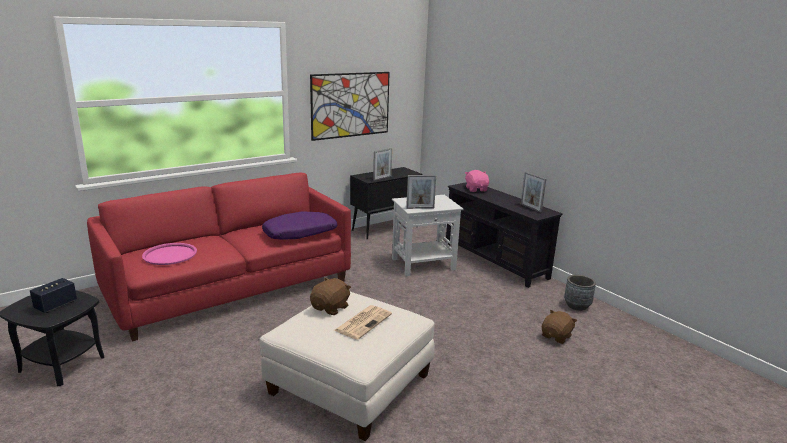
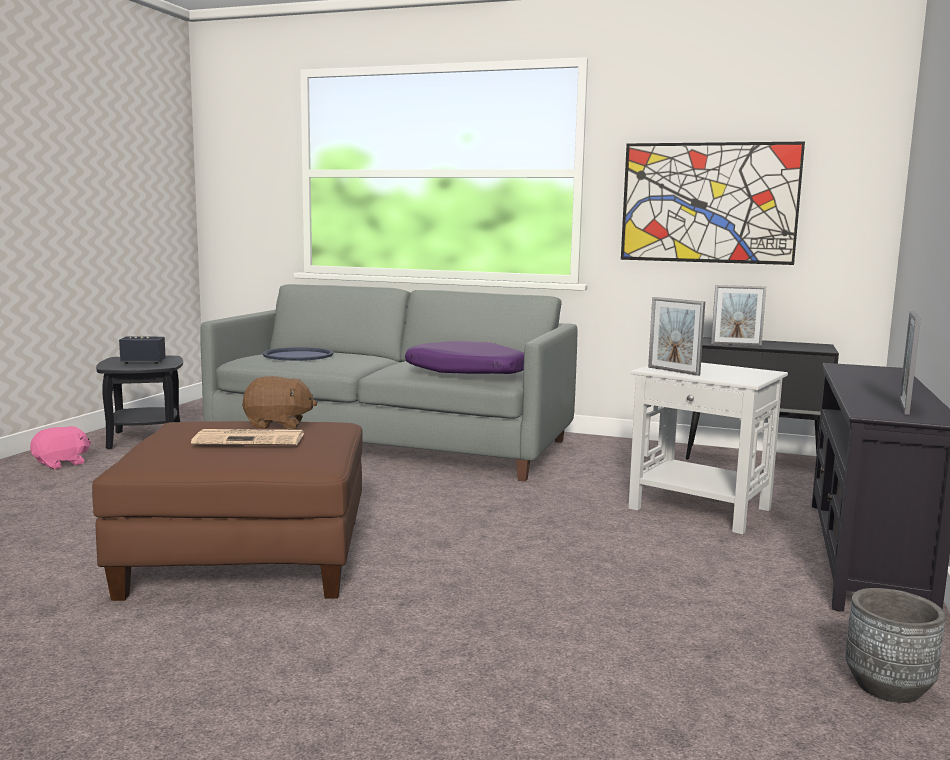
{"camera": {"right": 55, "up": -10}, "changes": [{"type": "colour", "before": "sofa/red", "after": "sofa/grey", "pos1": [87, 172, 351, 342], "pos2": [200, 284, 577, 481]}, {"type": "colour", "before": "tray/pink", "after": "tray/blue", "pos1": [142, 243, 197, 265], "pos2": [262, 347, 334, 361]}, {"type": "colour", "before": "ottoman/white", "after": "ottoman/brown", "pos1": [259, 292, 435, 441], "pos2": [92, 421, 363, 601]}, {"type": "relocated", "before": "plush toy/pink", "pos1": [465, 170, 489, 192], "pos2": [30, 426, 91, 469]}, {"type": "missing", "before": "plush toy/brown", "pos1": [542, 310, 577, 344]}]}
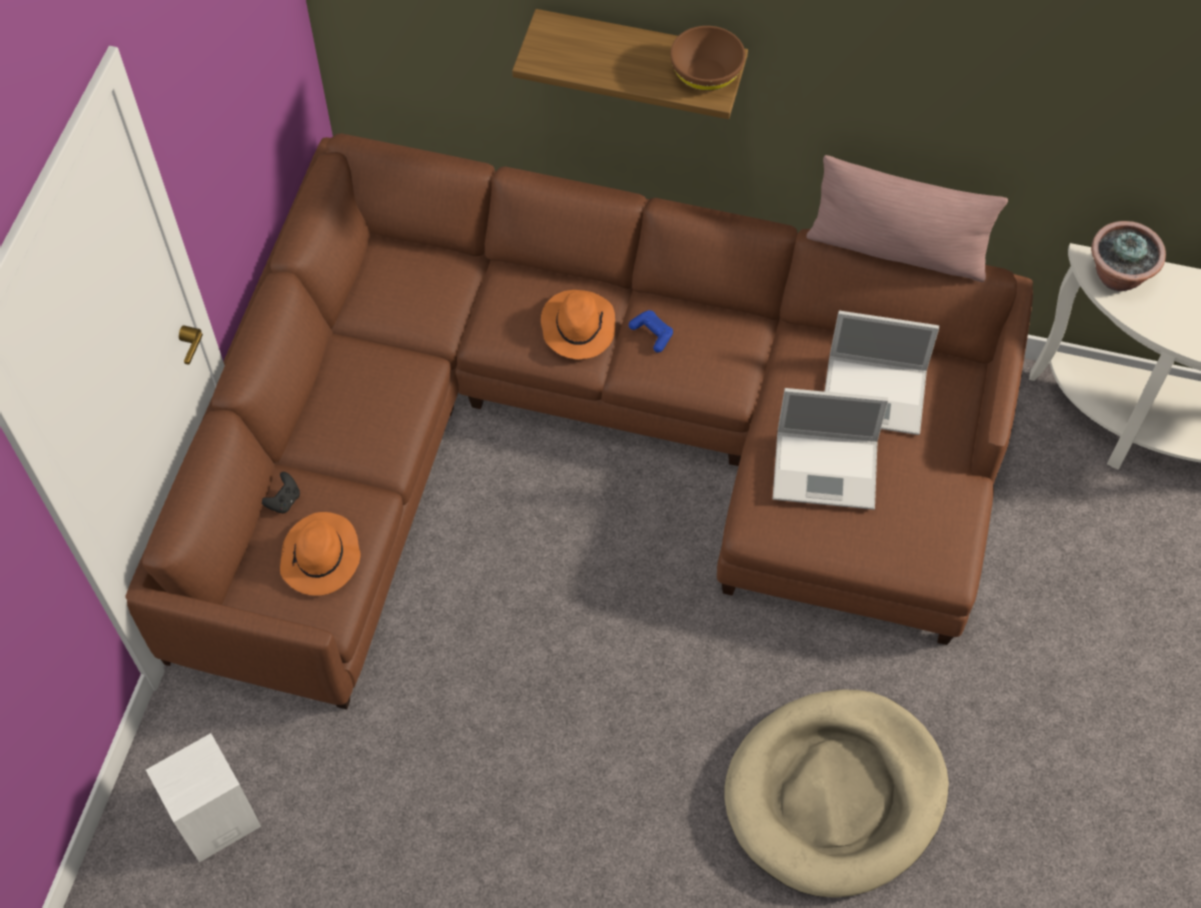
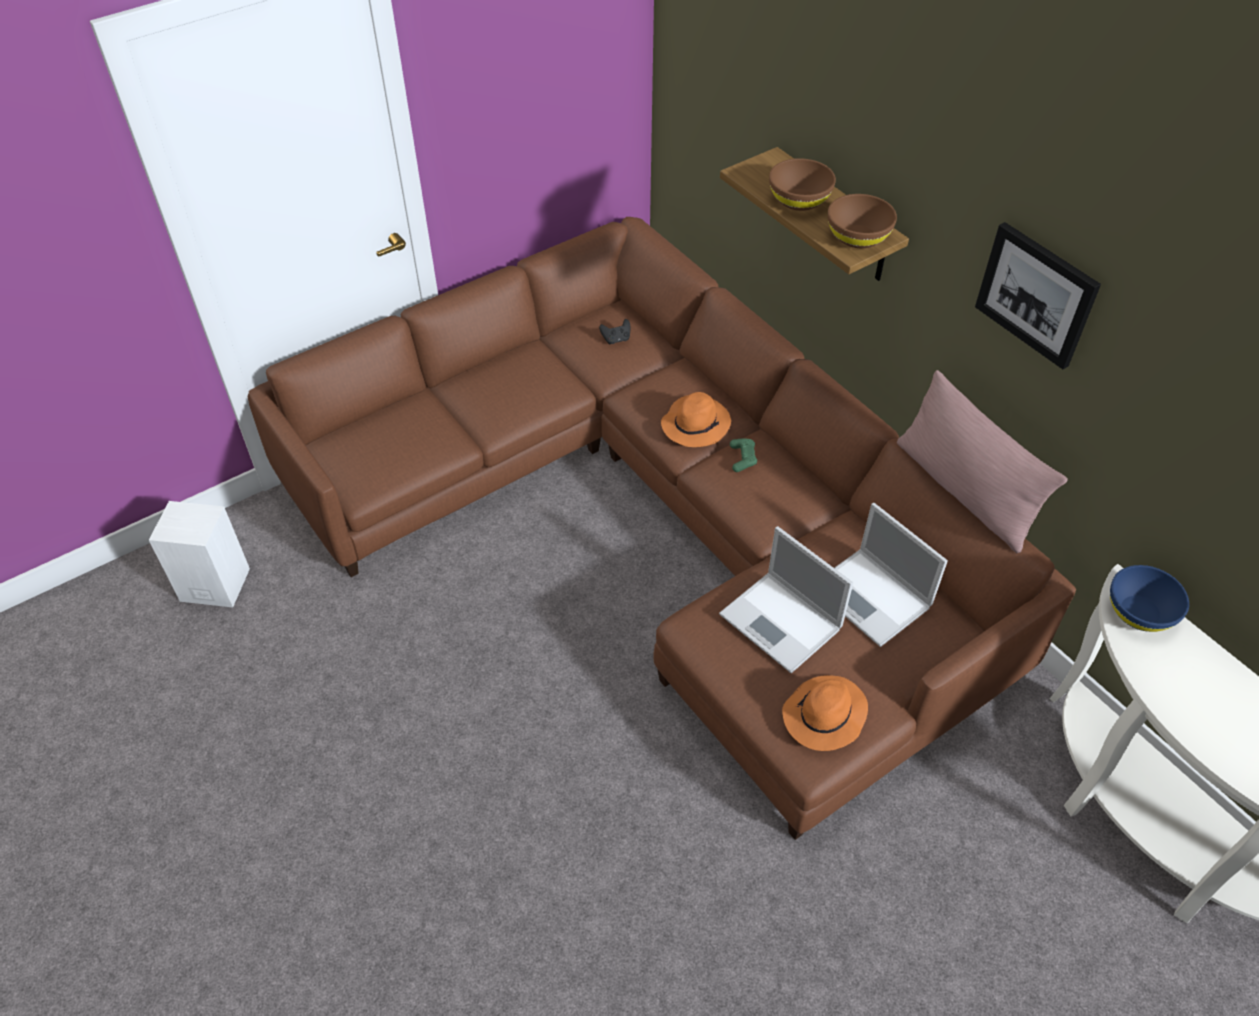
{"camera": {"right": 40, "up": -10}, "changes": [{"type": "relocated", "before": "game controller/black", "pos1": [262, 472, 300, 513], "pos2": [599, 319, 630, 344]}, {"type": "relocated", "before": "hat/orange", "pos1": [280, 512, 360, 596], "pos2": [782, 675, 868, 751]}, {"type": "colour", "before": "game controller/blue", "after": "game controller/green", "pos1": [629, 310, 673, 353], "pos2": [730, 438, 757, 472]}, {"type": "missing", "before": "dog bed/beige", "pos1": [724, 690, 949, 898]}, {"type": "exchanged", "before": "potted plant", "after": "bowl/blue", "pos1": [1091, 221, 1166, 291], "pos2": [1110, 565, 1189, 632]}, {"type": "appeared", "after": "bowl/brown", "pos2": [769, 158, 836, 211]}, {"type": "appeared", "after": "picture", "pos2": [975, 222, 1101, 369]}]}
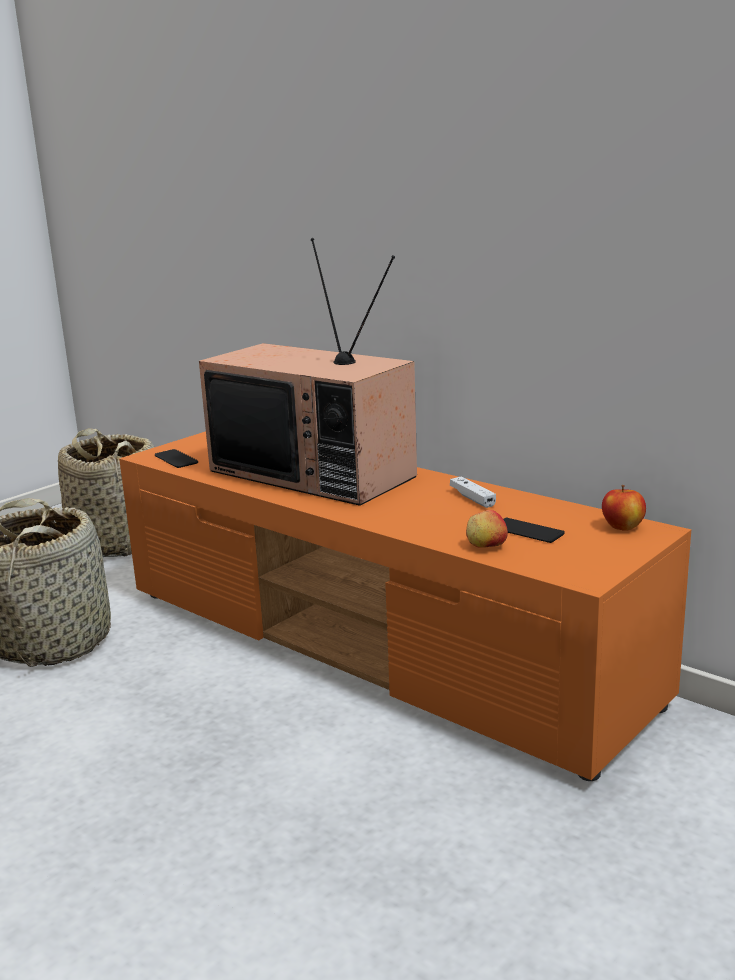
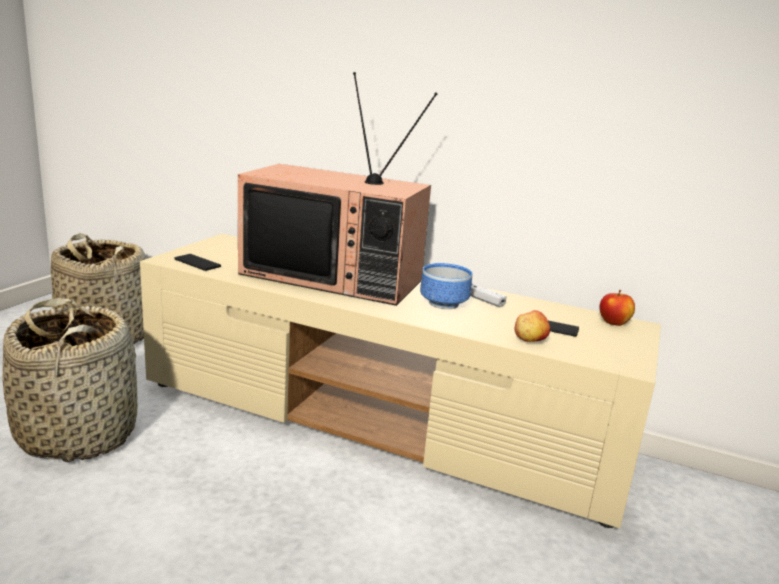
{"camera": {"right": -20, "up": 0}, "changes": [{"type": "colour", "before": "tv stand/orange", "after": "tv stand/beige", "pos1": [119, 431, 691, 781], "pos2": [140, 234, 661, 528]}, {"type": "appeared", "after": "bowl", "pos2": [420, 263, 472, 309]}]}
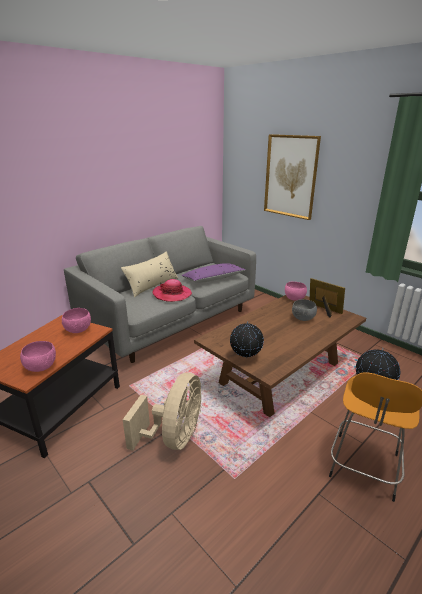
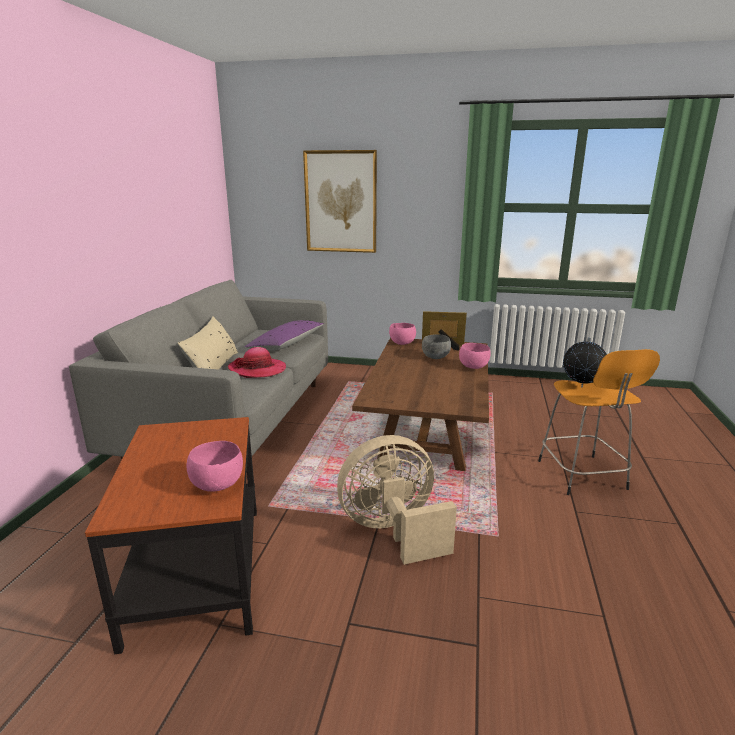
{"camera": {"right": -35, "up": -5}, "changes": [{"type": "relocated", "before": "bowl/pink", "pos1": [62, 308, 91, 333], "pos2": [459, 343, 491, 369]}, {"type": "spun", "before": "fan/beige", "pos1": [123, 373, 201, 451], "pos2": [337, 435, 457, 565], "turn": -90}, {"type": "missing", "before": "globe", "pos1": [230, 321, 264, 358]}]}
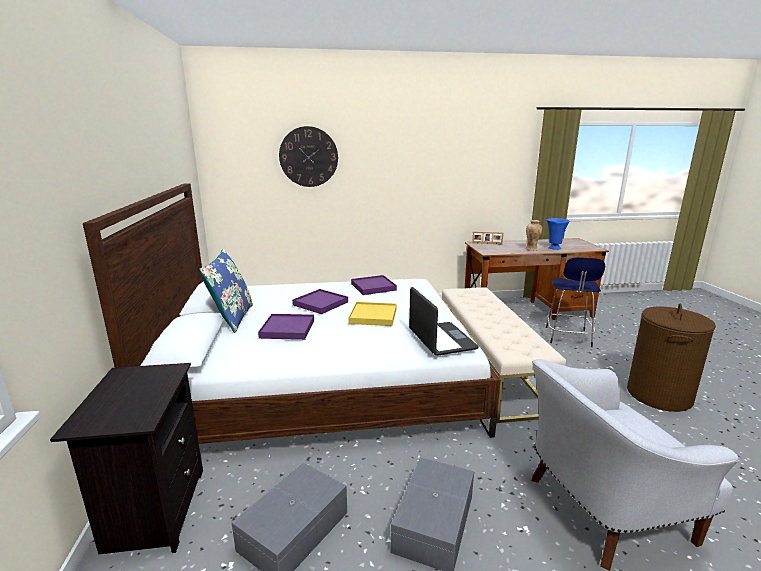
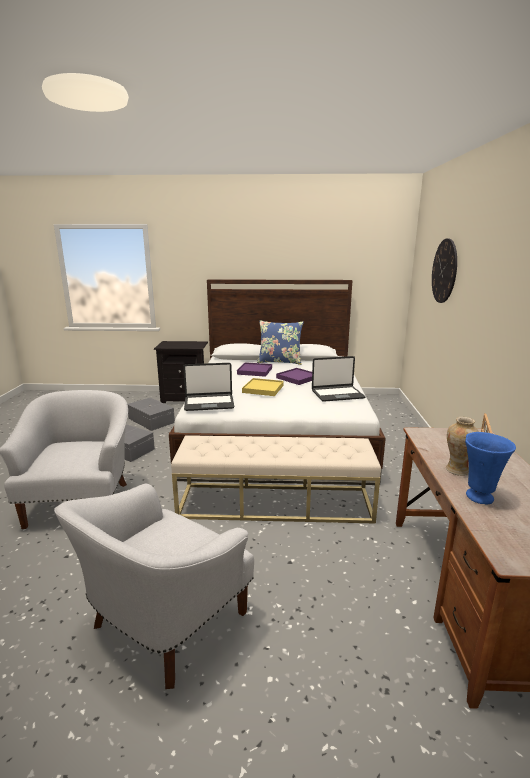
{"camera": {"right": 100, "up": 0}, "changes": [{"type": "exchanged", "before": "tray/purple", "after": "laptop", "pos1": [351, 275, 397, 295], "pos2": [312, 356, 365, 402]}, {"type": "missing", "before": "stool/blue", "pos1": [546, 257, 605, 347]}, {"type": "exchanged", "before": "laundry basket/brown", "after": "armchair/white", "pos1": [627, 304, 716, 412], "pos2": [54, 483, 254, 689]}]}
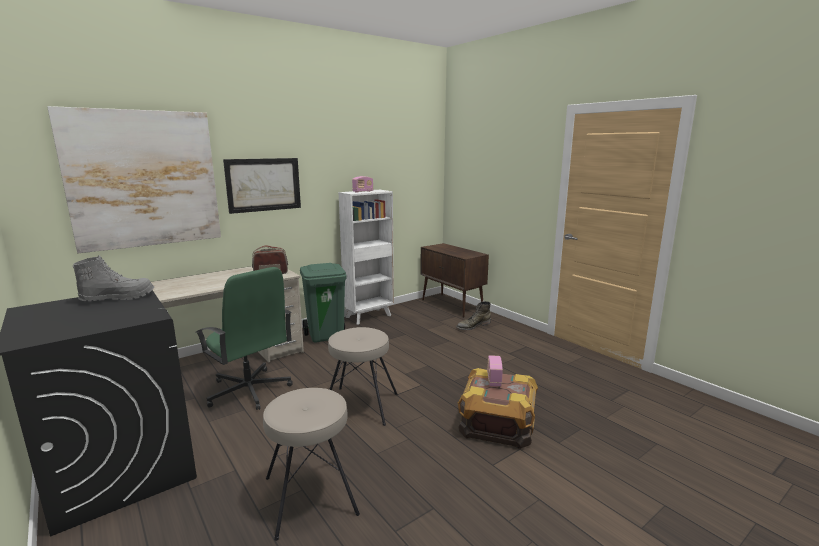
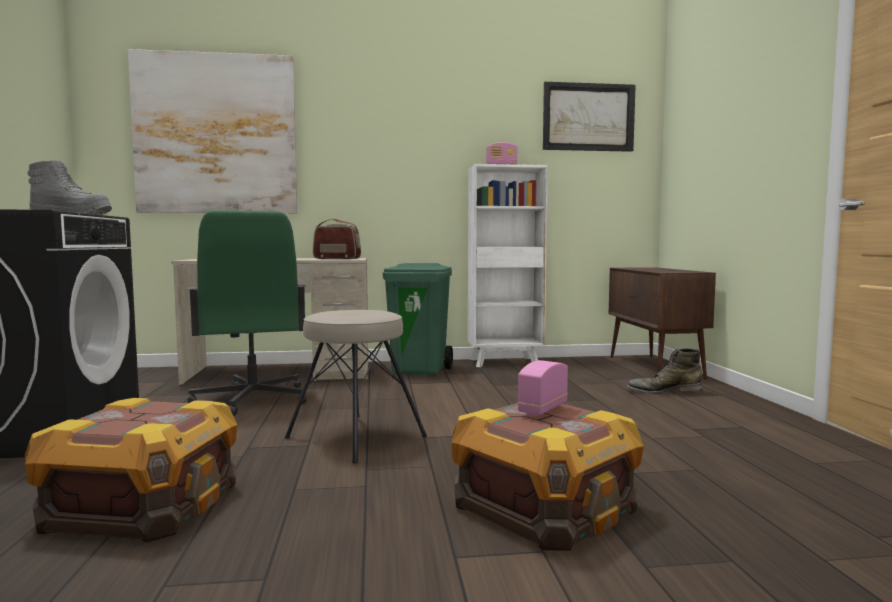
{"camera": {"right": 30, "up": -10}, "changes": [{"type": "relocated", "before": "picture", "pos1": [223, 158, 301, 214], "pos2": [543, 82, 636, 152]}, {"type": "exchanged", "before": "stool/beige", "after": "crate", "pos1": [263, 388, 360, 541], "pos2": [25, 398, 238, 543]}]}
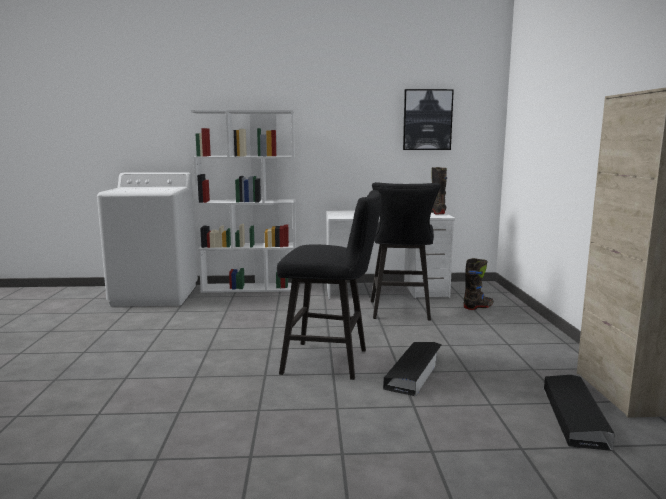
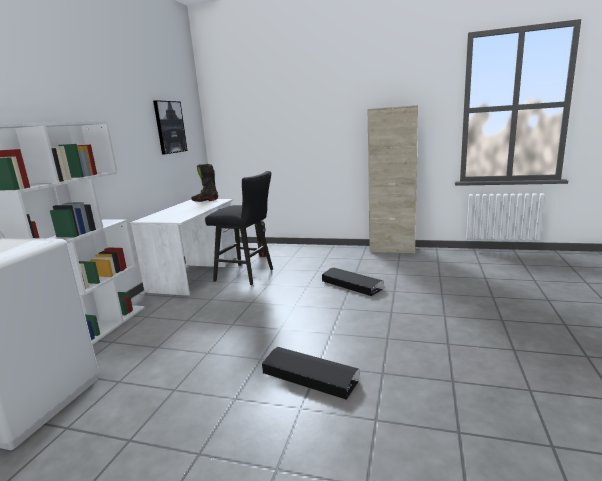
{"camera": {"right": -70, "up": 5}, "changes": [{"type": "missing", "before": "stool/black", "pos1": [277, 190, 382, 380]}, {"type": "relocated", "before": "storage box/black", "pos1": [543, 375, 615, 451], "pos2": [262, 347, 360, 400]}]}
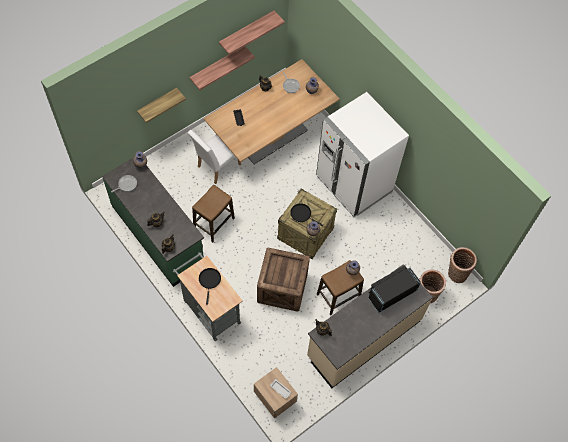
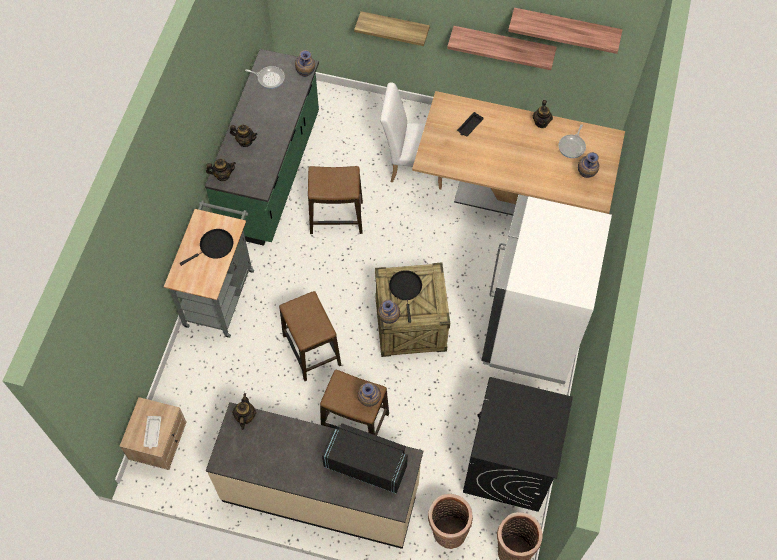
{"camera": {"right": 55, "up": 0}, "changes": [{"type": "exchanged", "before": "crate", "after": "stool", "pos1": [257, 248, 310, 312], "pos2": [279, 291, 341, 381]}, {"type": "appeared", "after": "washing machine/black", "pos2": [463, 377, 573, 512]}]}
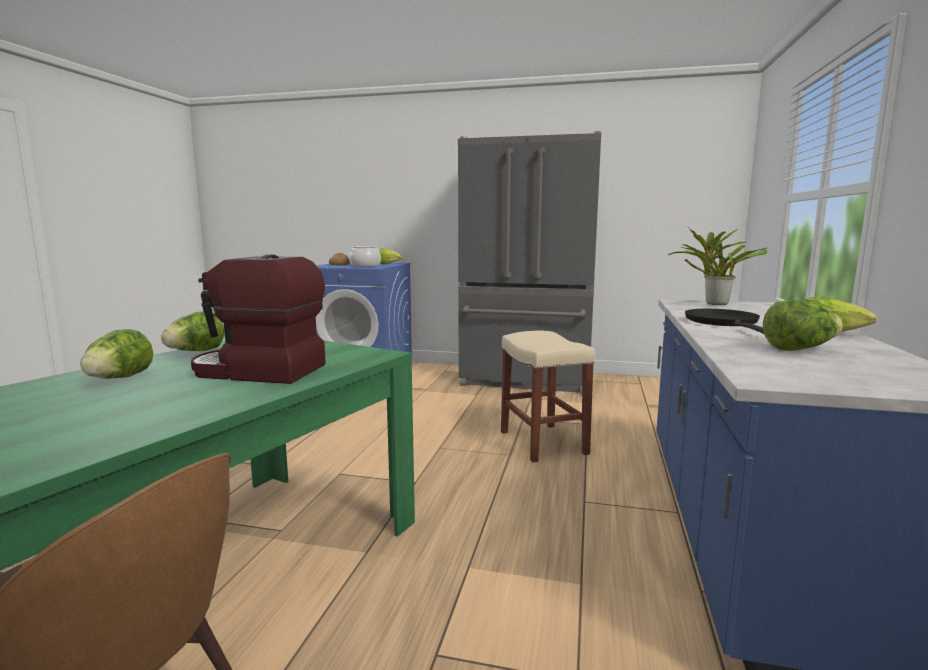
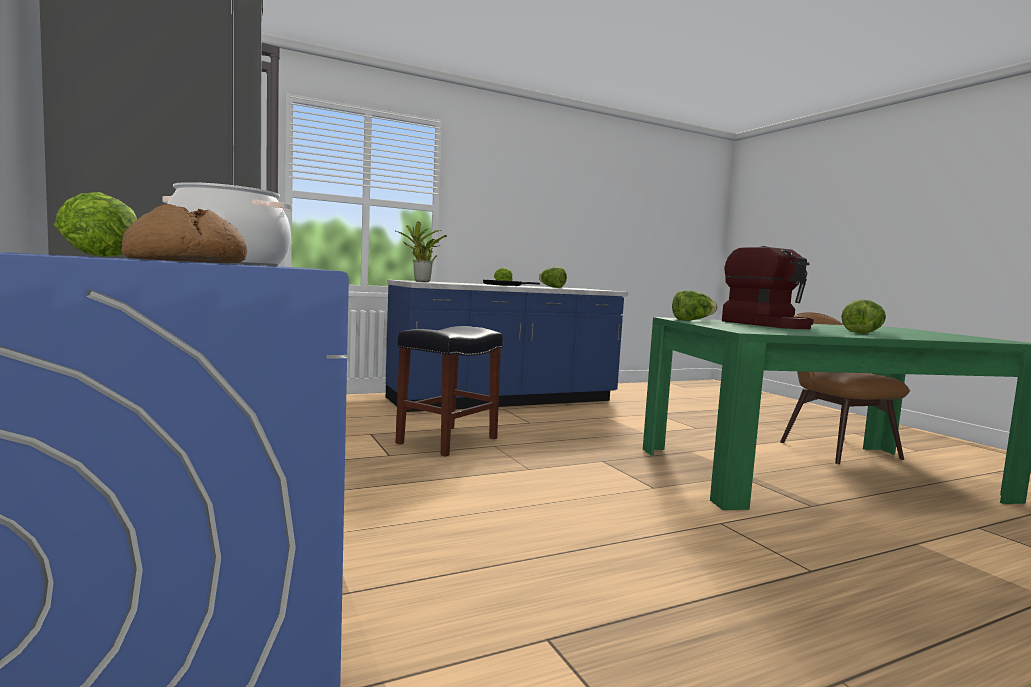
{"camera": {"right": -130, "up": -5}, "changes": [{"type": "relocated", "before": "lettuce", "pos1": [161, 312, 224, 351], "pos2": [672, 290, 717, 321]}, {"type": "colour", "before": "stool/beige", "after": "stool/black", "pos1": [501, 331, 596, 463], "pos2": [395, 326, 503, 457]}]}
